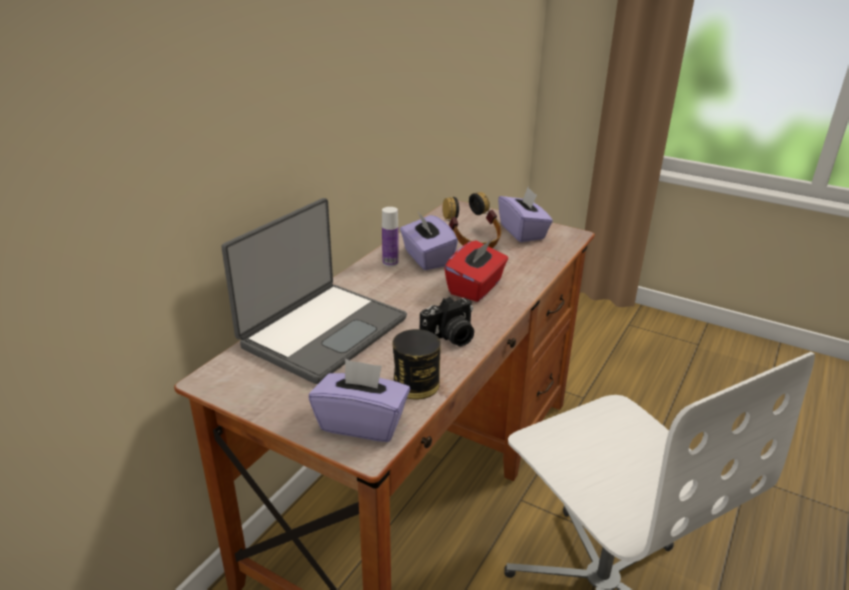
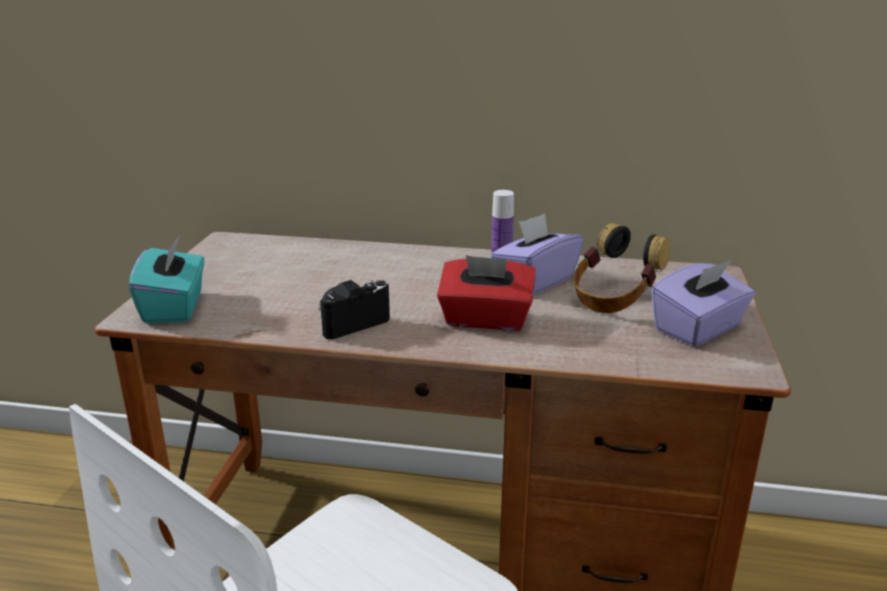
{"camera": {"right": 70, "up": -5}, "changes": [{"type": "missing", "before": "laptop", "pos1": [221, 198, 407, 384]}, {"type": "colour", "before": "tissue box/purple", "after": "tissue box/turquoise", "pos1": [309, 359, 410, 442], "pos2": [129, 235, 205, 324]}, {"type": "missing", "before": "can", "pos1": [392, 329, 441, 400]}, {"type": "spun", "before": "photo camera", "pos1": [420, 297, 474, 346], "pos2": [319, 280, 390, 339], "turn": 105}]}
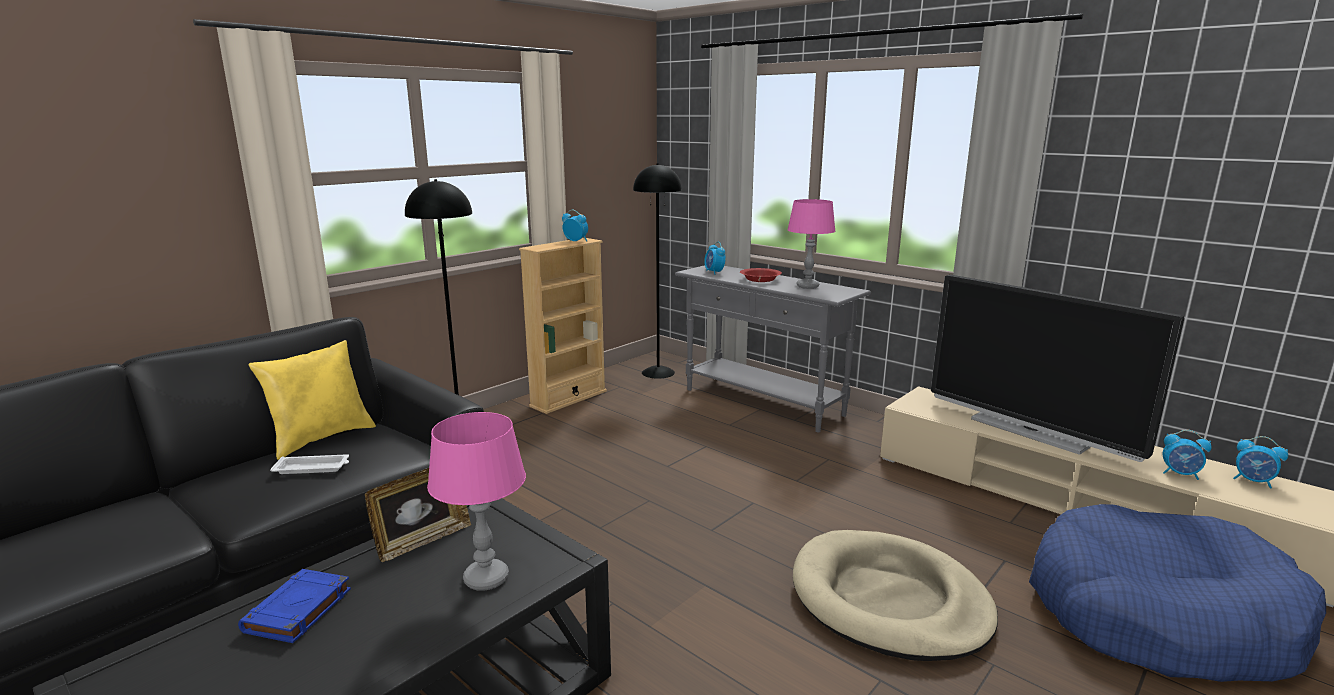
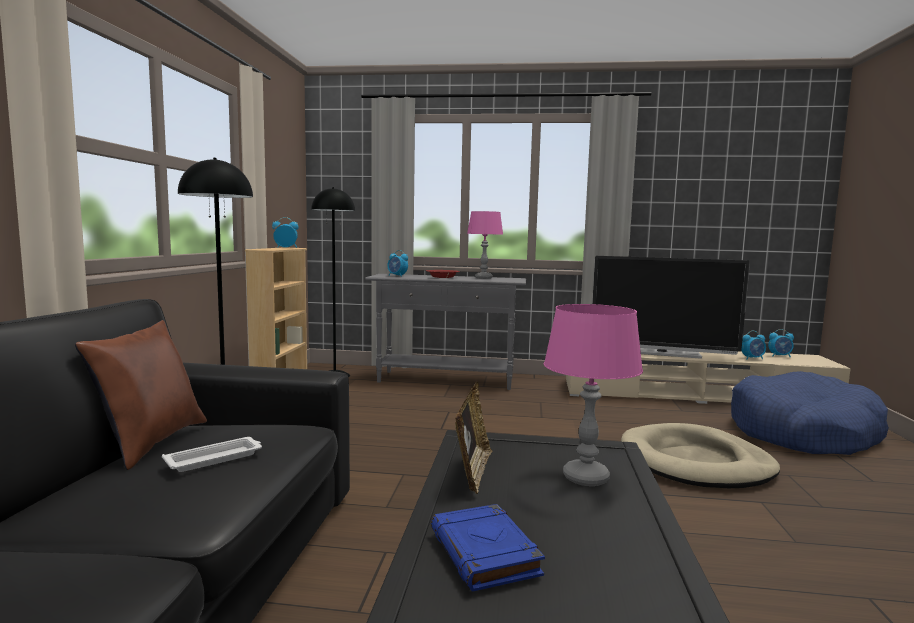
{"camera": {"right": -35, "up": -10}, "changes": [{"type": "colour", "before": "pillow/yellow", "after": "pillow/brown", "pos1": [248, 340, 376, 460], "pos2": [75, 320, 207, 470]}]}
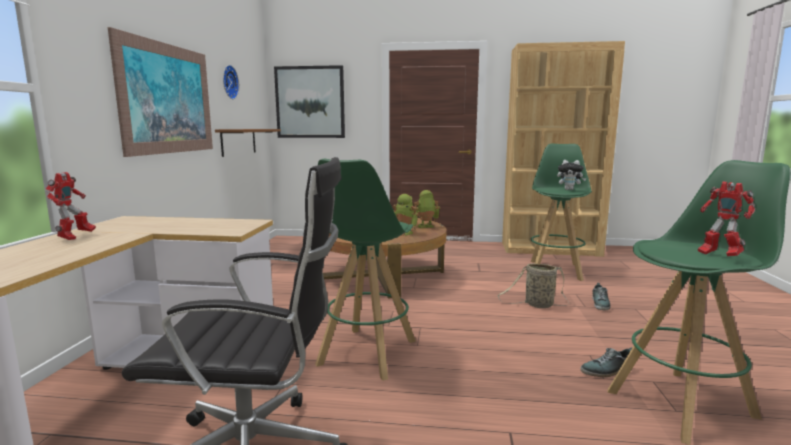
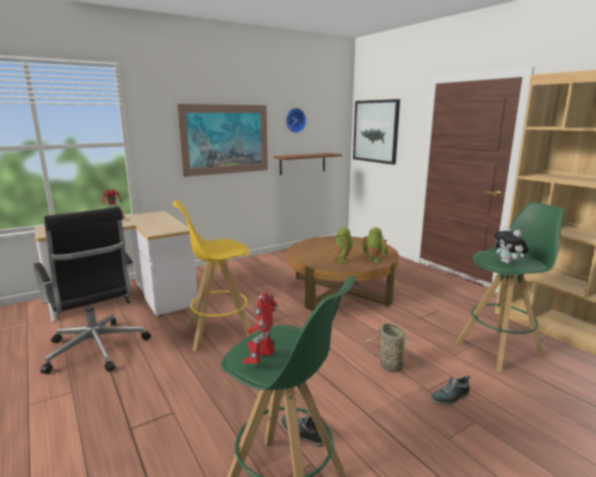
{"camera": {"right": 50, "up": 5}, "changes": [{"type": "colour", "before": "stool/green", "after": "stool/yellow", "pos1": [315, 159, 416, 381], "pos2": [173, 200, 253, 351]}]}
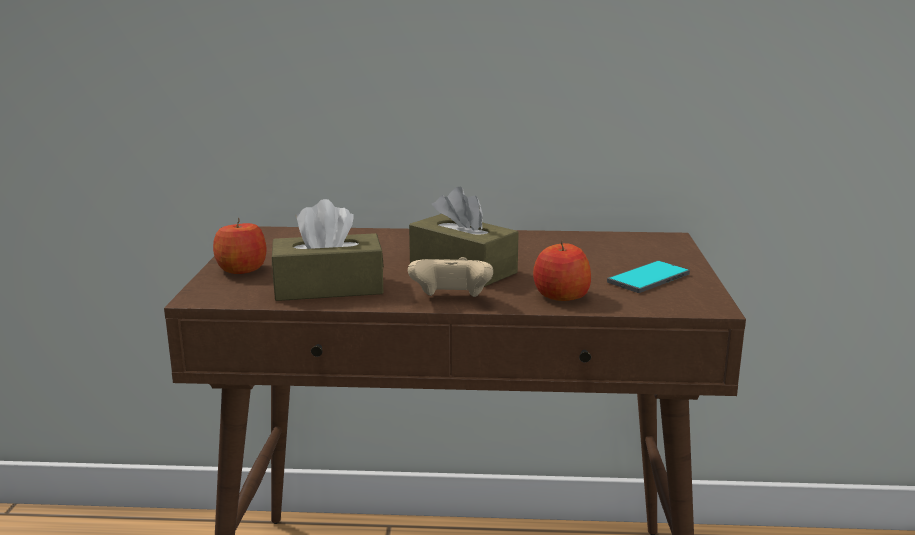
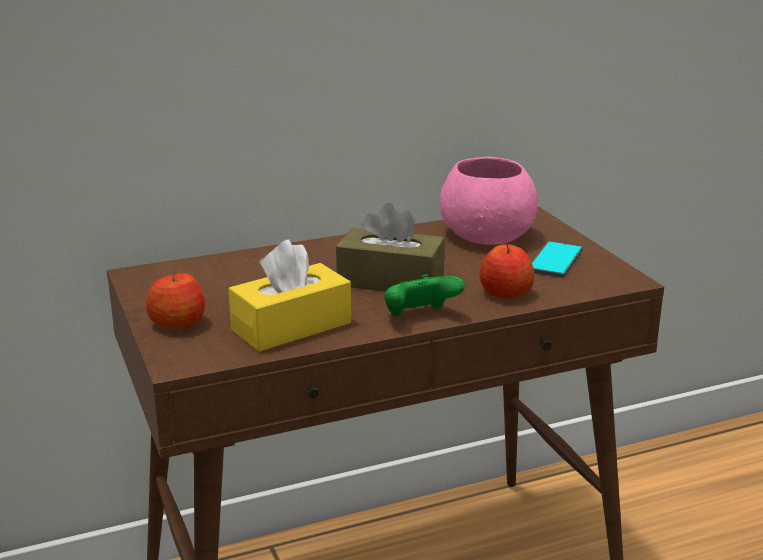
{"camera": {"right": -25, "up": 5}, "changes": [{"type": "colour", "before": "tissue box/brown", "after": "tissue box/yellow", "pos1": [272, 199, 384, 301], "pos2": [228, 239, 351, 352]}, {"type": "colour", "before": "game controller/beige", "after": "game controller/green", "pos1": [408, 257, 493, 297], "pos2": [384, 274, 465, 316]}, {"type": "appeared", "after": "bowl/pink", "pos2": [440, 157, 538, 245]}]}
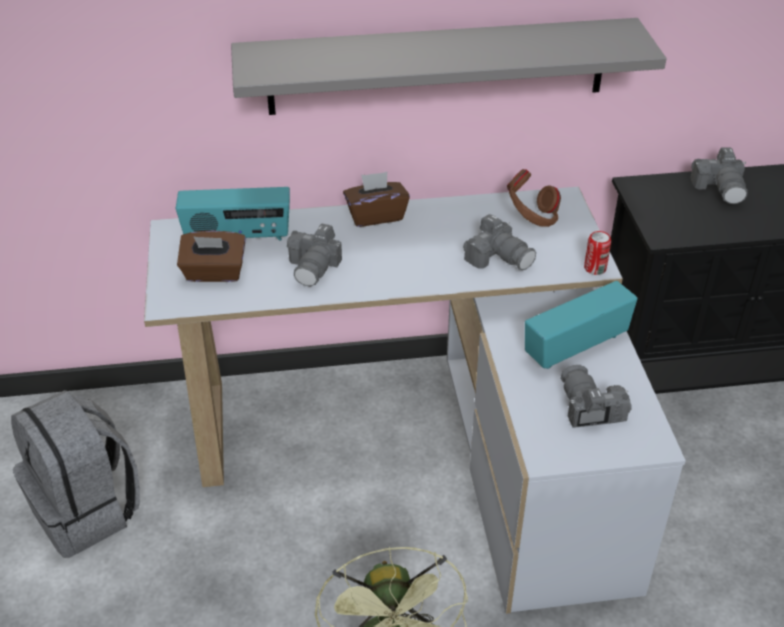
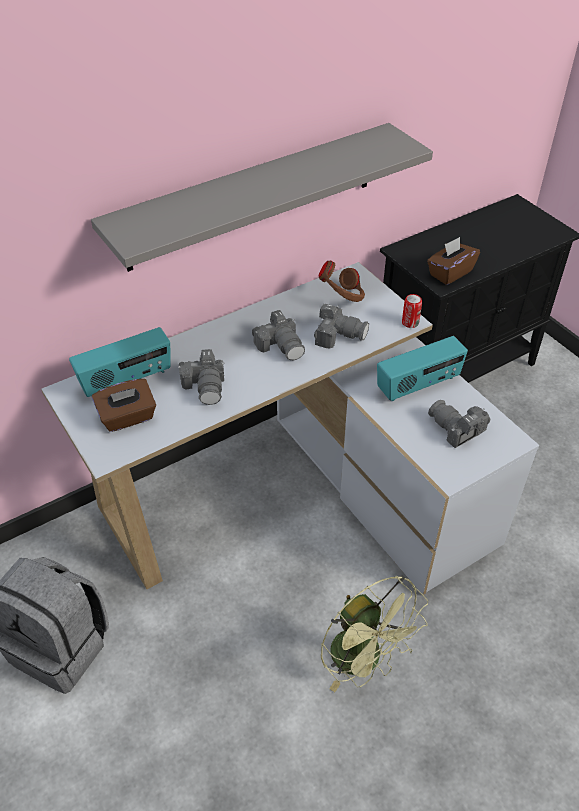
{"camera": {"right": -25, "up": 5}, "changes": [{"type": "relocated", "before": "tissue box/brown", "pos1": [343, 172, 410, 227], "pos2": [427, 237, 480, 285]}, {"type": "spun", "before": "radio", "pos1": [525, 281, 637, 369], "pos2": [377, 336, 468, 401], "turn": -150}, {"type": "relocated", "before": "photo camera", "pos1": [690, 147, 748, 204], "pos2": [252, 310, 305, 360]}]}
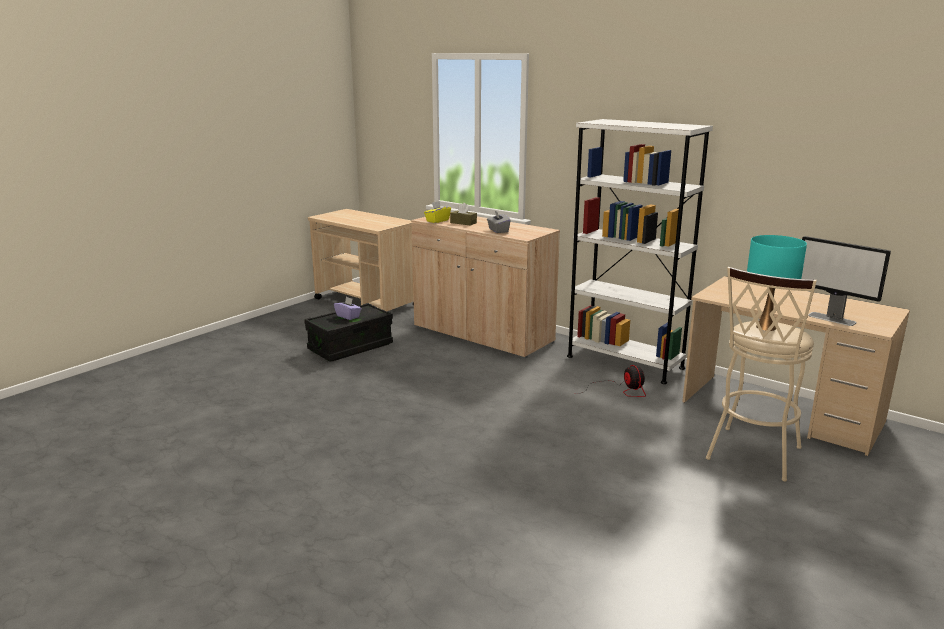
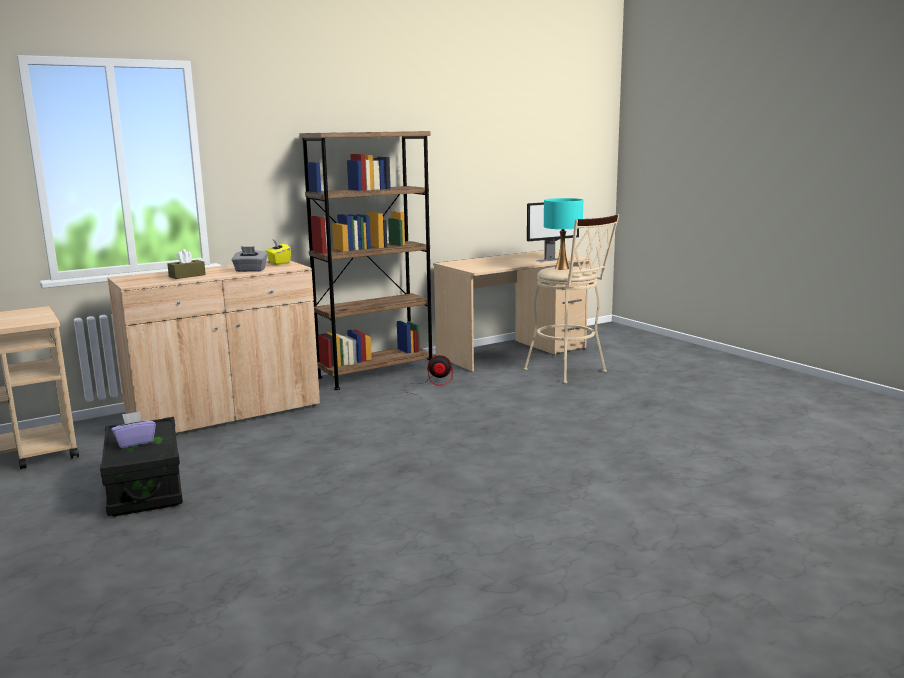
{"camera": {"right": -70, "up": -5}, "changes": [{"type": "relocated", "before": "tissue box/yellow", "pos1": [424, 201, 451, 223], "pos2": [265, 240, 291, 265]}, {"type": "colour", "before": "bookcase/white", "after": "bookcase/brown", "pos1": [567, 119, 713, 384], "pos2": [299, 131, 433, 390]}]}
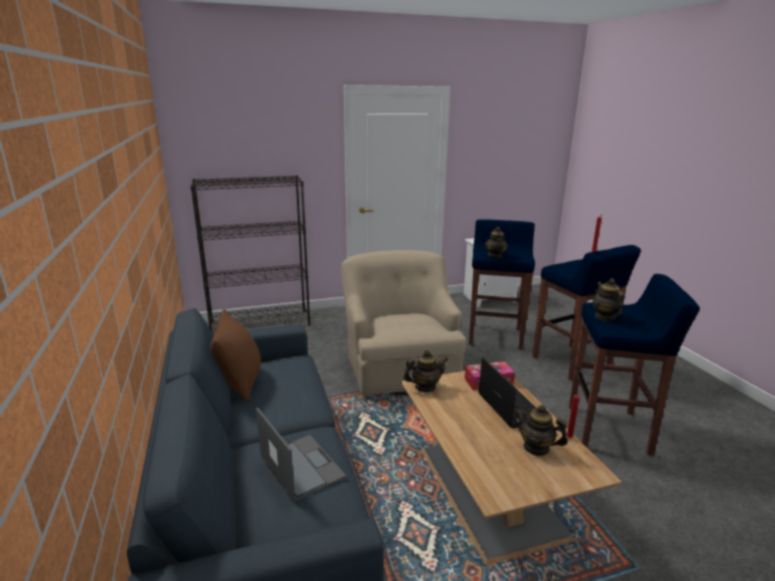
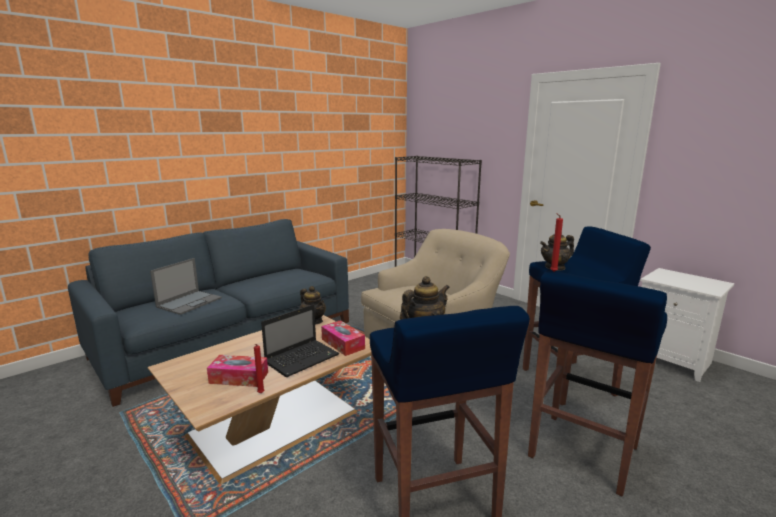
{"camera": {"right": 65, "up": -5}, "changes": [{"type": "missing", "before": "pillow/brown", "pos1": [210, 309, 261, 402]}, {"type": "exchanged", "before": "teapot", "after": "tissue box", "pos1": [514, 405, 568, 456], "pos2": [207, 355, 268, 387]}]}
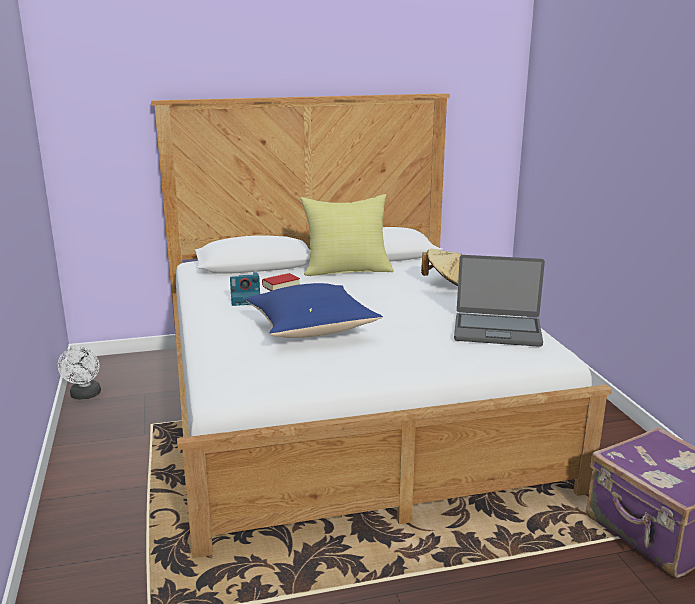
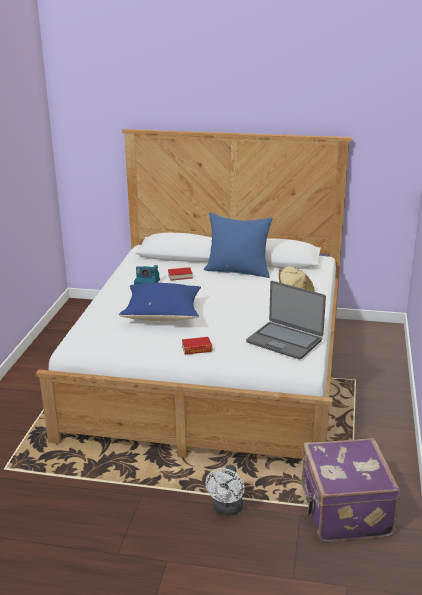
{"camera": {"right": 25, "up": 5}, "changes": [{"type": "relocated", "before": "fan/white", "pos1": [58, 347, 101, 399], "pos2": [205, 465, 245, 515]}, {"type": "colour", "before": "pillow/yellow", "after": "pillow/blue", "pos1": [300, 194, 394, 276], "pos2": [204, 212, 273, 278]}, {"type": "appeared", "after": "book", "pos2": [182, 337, 212, 355]}]}
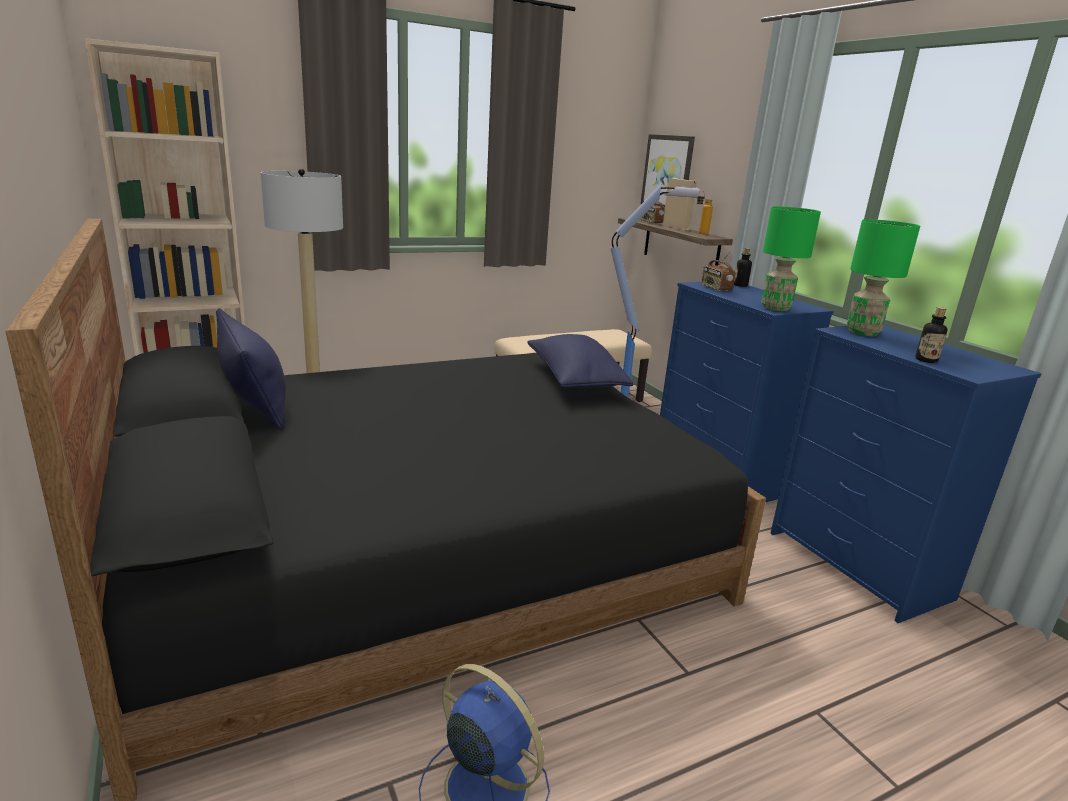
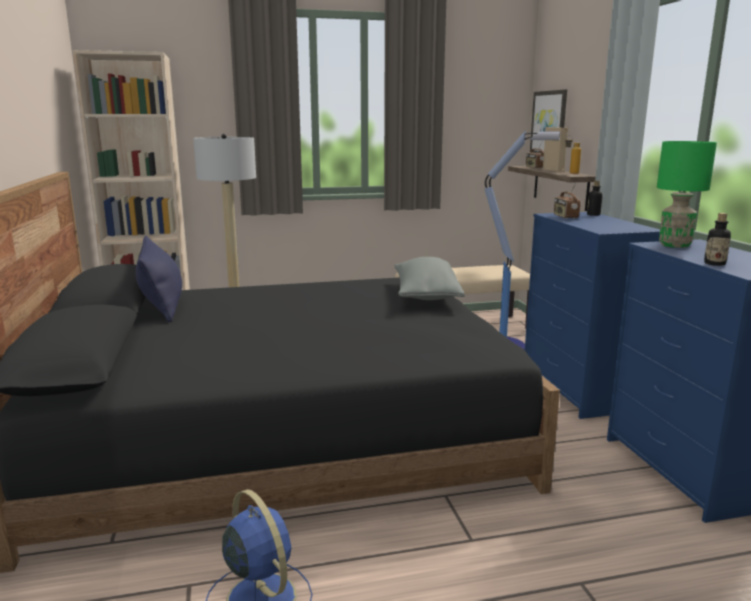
{"camera": {"right": 15, "up": -5}, "changes": [{"type": "colour", "before": "pillow/blue", "after": "pillow/grey", "pos1": [527, 334, 633, 388], "pos2": [394, 257, 465, 300]}, {"type": "missing", "before": "table lamp/green", "pos1": [762, 206, 821, 311]}]}
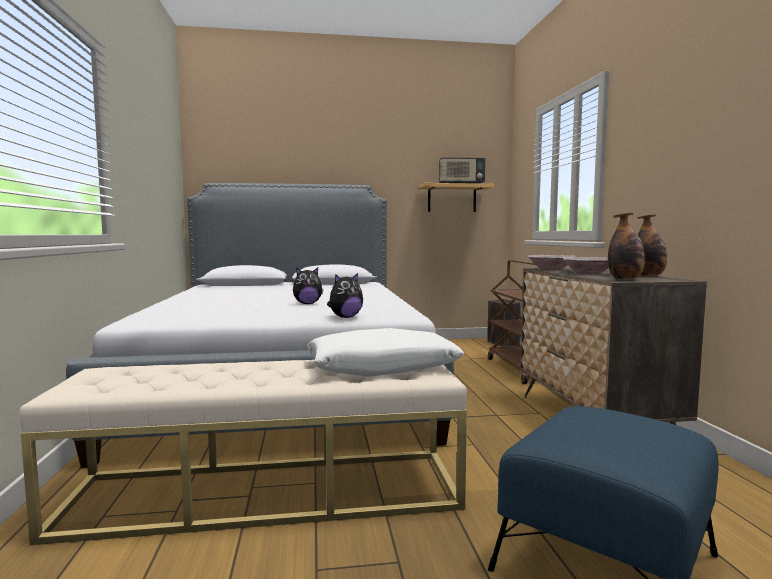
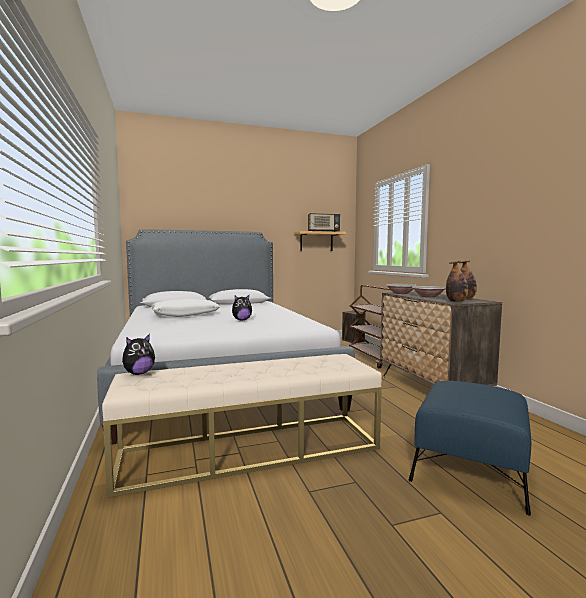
{"camera": {"right": -10, "up": 0}, "changes": [{"type": "relocated", "before": "pillow/white", "pos1": [307, 328, 464, 377], "pos2": [151, 299, 220, 317]}, {"type": "relocated", "before": "plush toy", "pos1": [327, 273, 363, 318], "pos2": [122, 334, 155, 375]}]}
